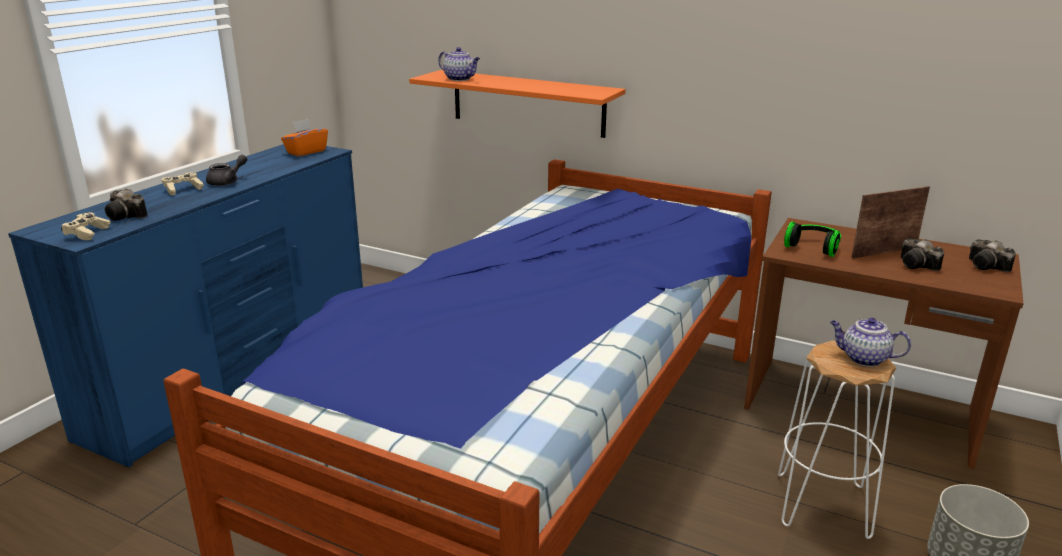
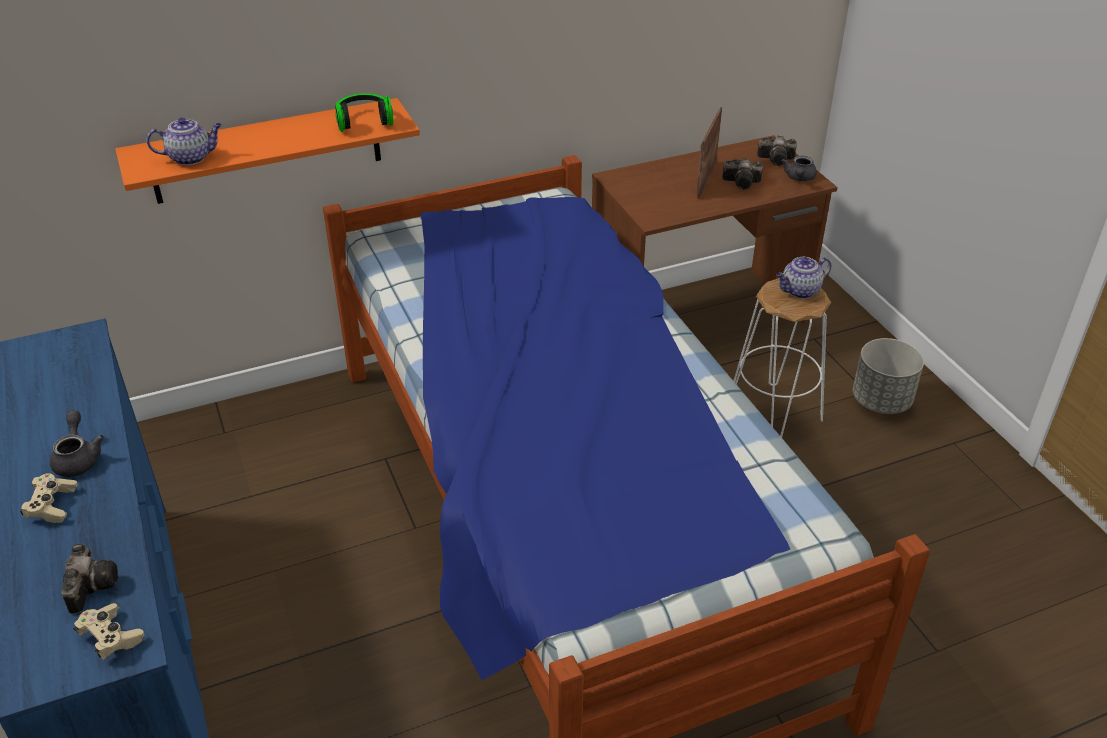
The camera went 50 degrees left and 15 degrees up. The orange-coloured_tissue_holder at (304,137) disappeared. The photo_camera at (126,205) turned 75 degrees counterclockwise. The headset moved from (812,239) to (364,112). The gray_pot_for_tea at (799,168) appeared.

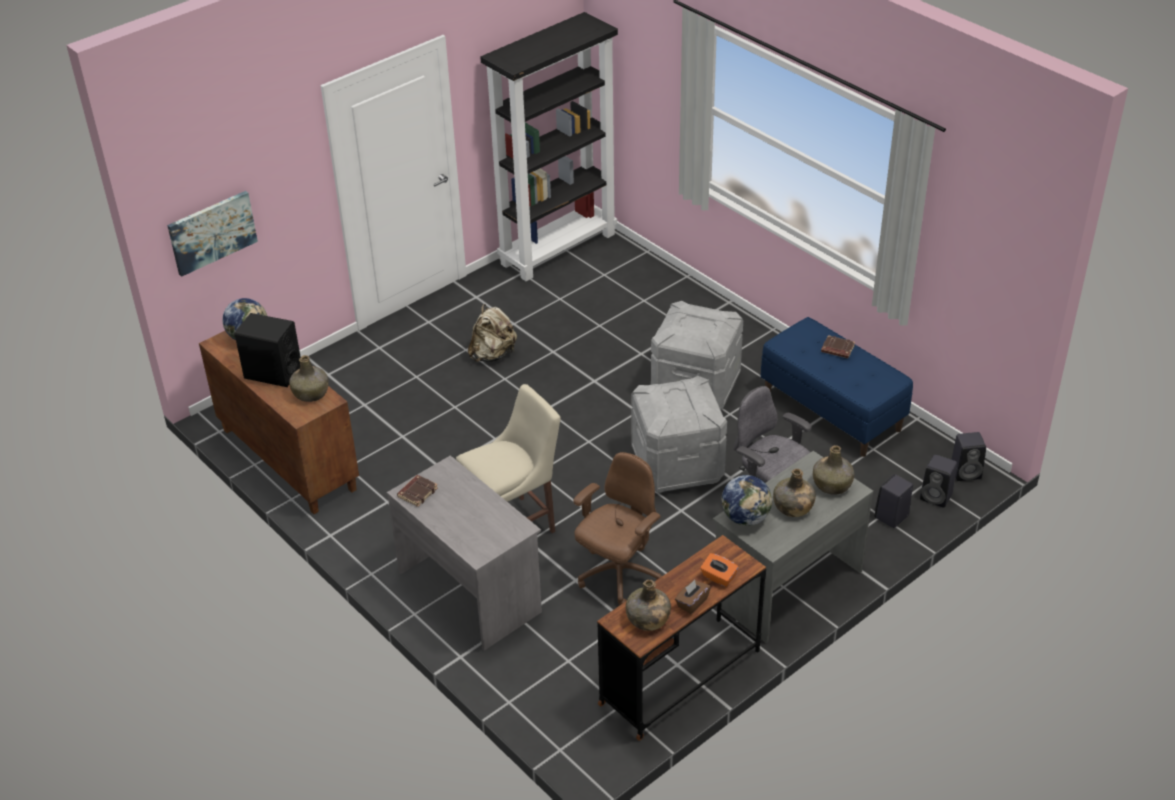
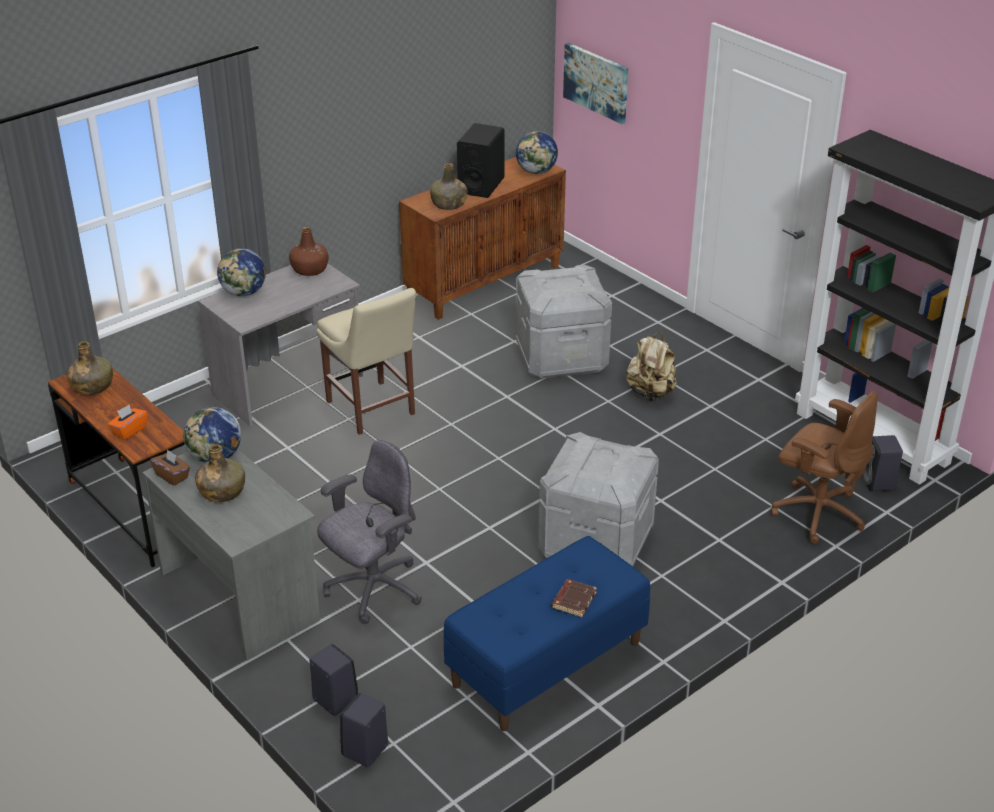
The camera went 90 degrees right and 5 degrees down. The gray_storage_container moved from (679,434) to (563,322). The blackish_audio_speaker moved from (968,456) to (882,463). The green-coloured_drink_bottle at (834,470) disappeared. The brownish_desk_chair moved from (617,528) to (824,467). The brownish_volume at (417,491) was replaced by the brownish_drink_bottle at (308,251). The brownish_tissue_holder moved from (693,597) to (170,467). The globe at (241,272) appeared.

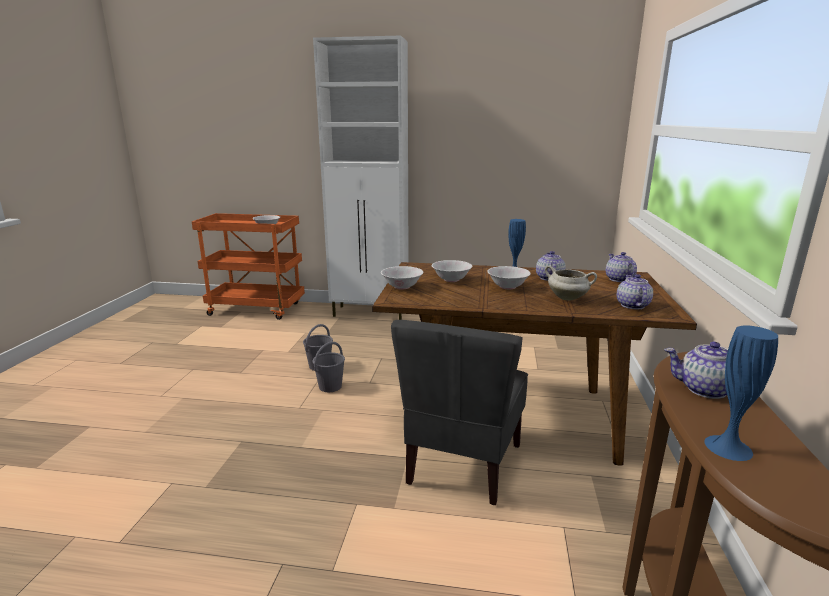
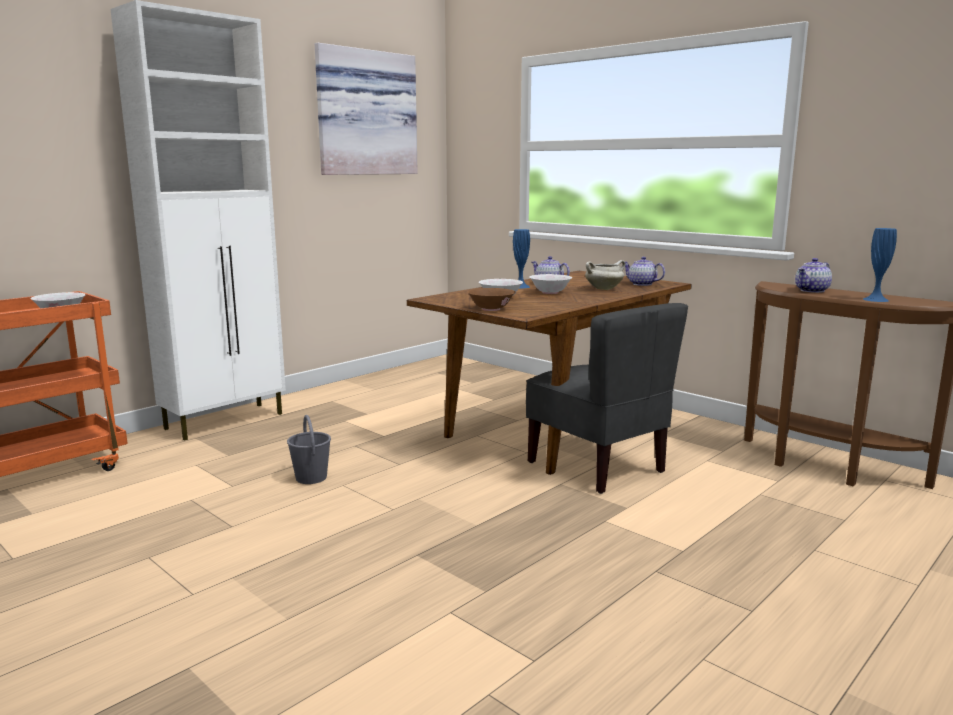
The camera went 55 degrees left and 5 degrees down. The pot_for_tea at (621,267) disappeared. The white-coloured_serving_bowl at (402,278) became the brownish_serving_bowl at (491,299). The gray_pail at (328,367) disappeared. The wall_picture at (366,109) appeared.

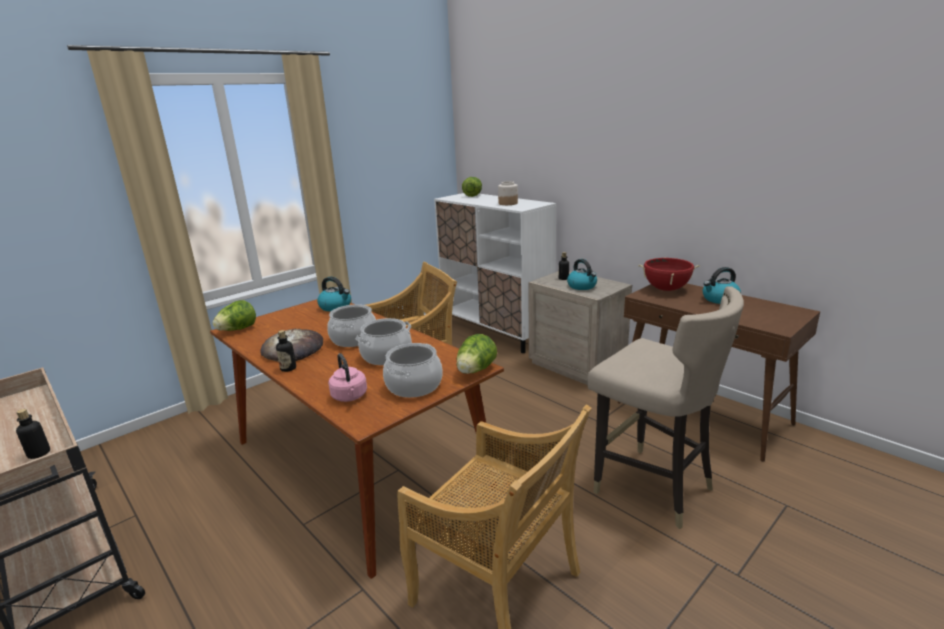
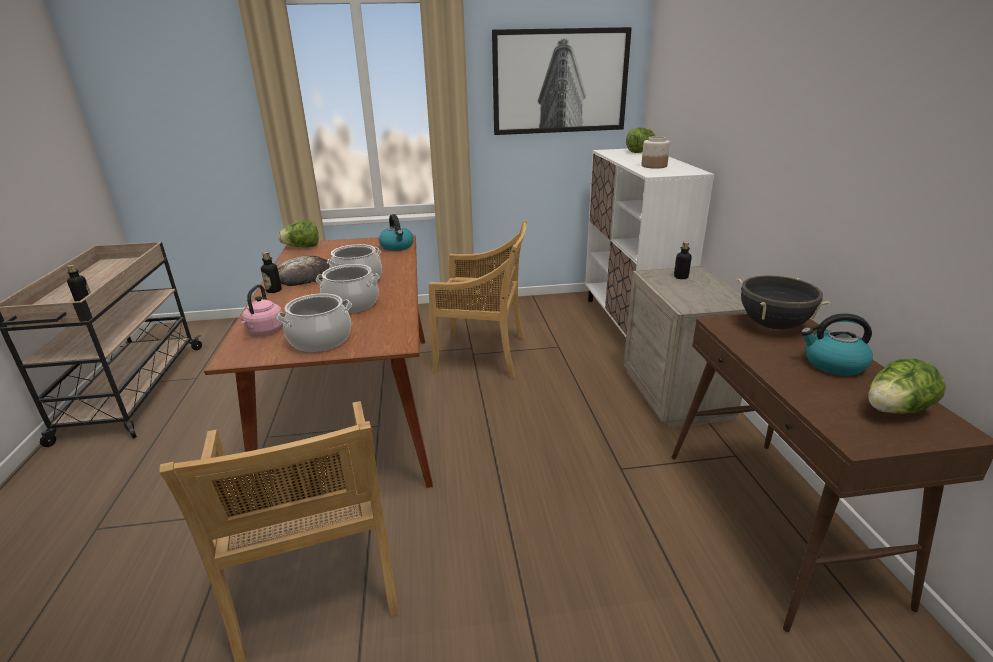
The camera went 35 degrees right and 5 degrees up. The red_stockpot at (669,274) became the blackish_stockpot at (783,302). The kettle at (582,274) disappeared. The beige_stool_seat at (665,407) disappeared. The head_of_lettuce moved from (477,354) to (907,386). The wall_picture at (562,81) appeared.

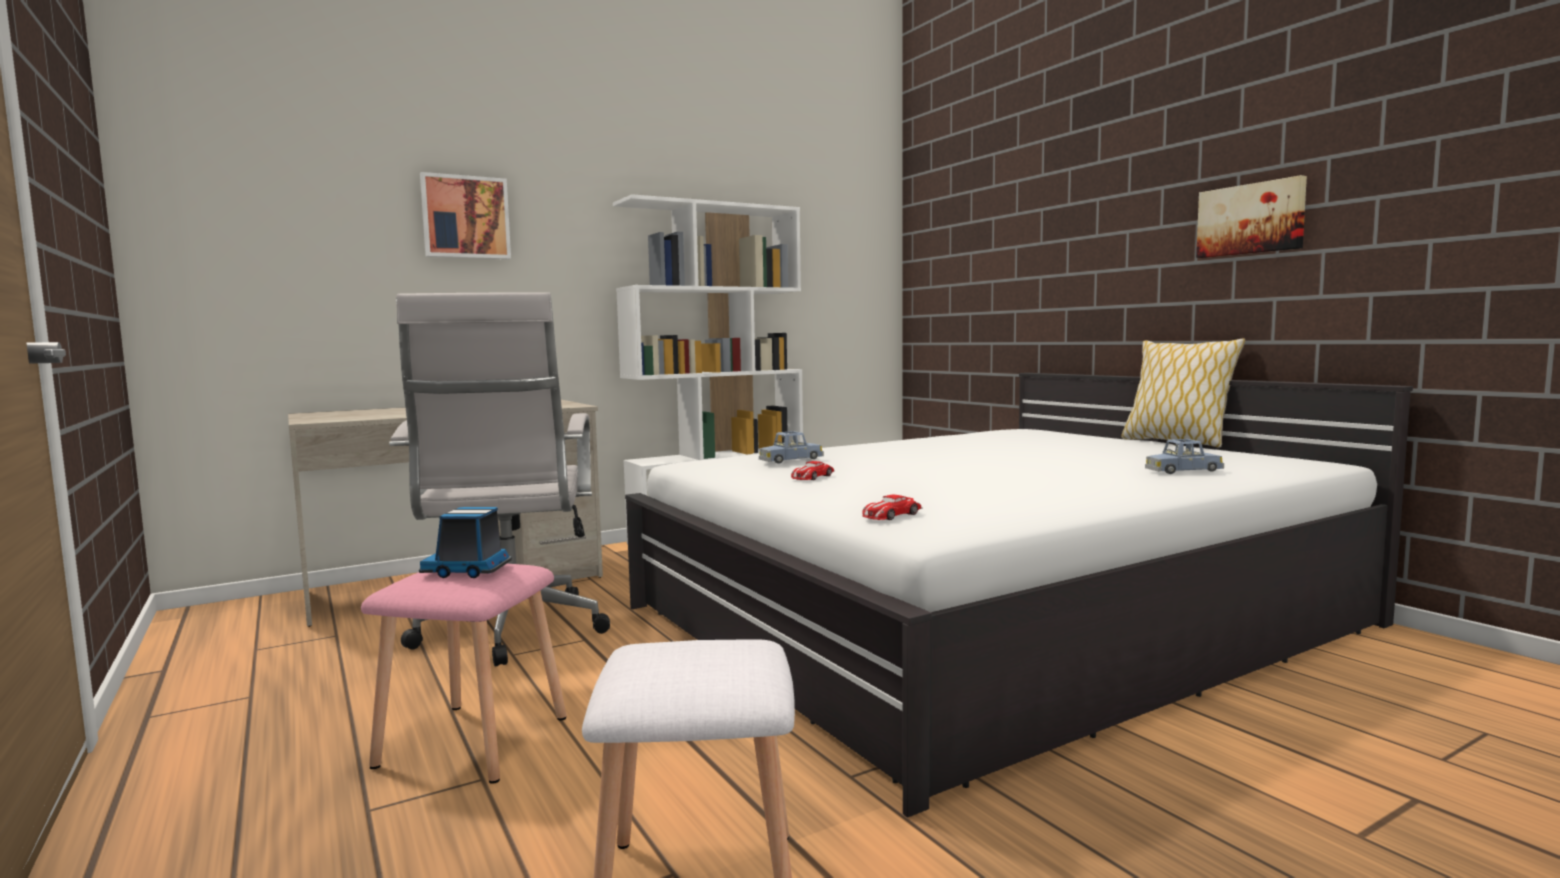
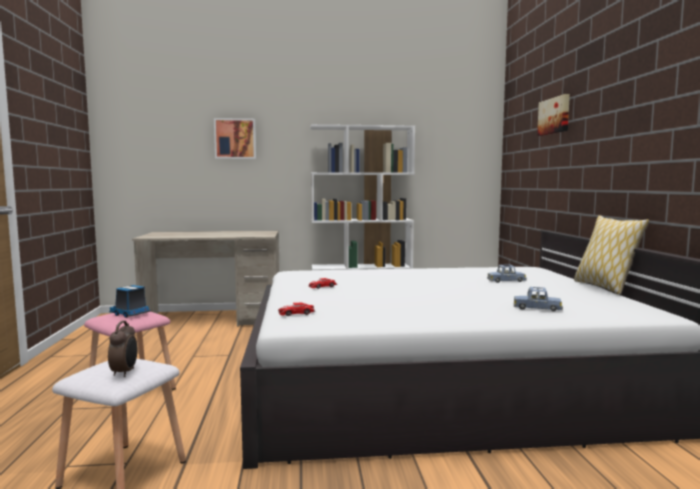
The camera went 25 degrees right and 0 degrees up. The wall_picture moved from (1251,216) to (553,115). The white-coloured_desk_chair at (499,479) disappeared. The blue-coloured_toy_car moved from (791,447) to (507,274). The bedside_clock at (122,349) appeared.

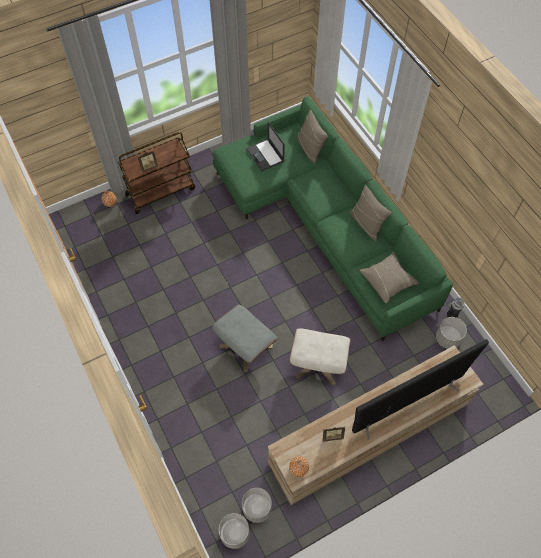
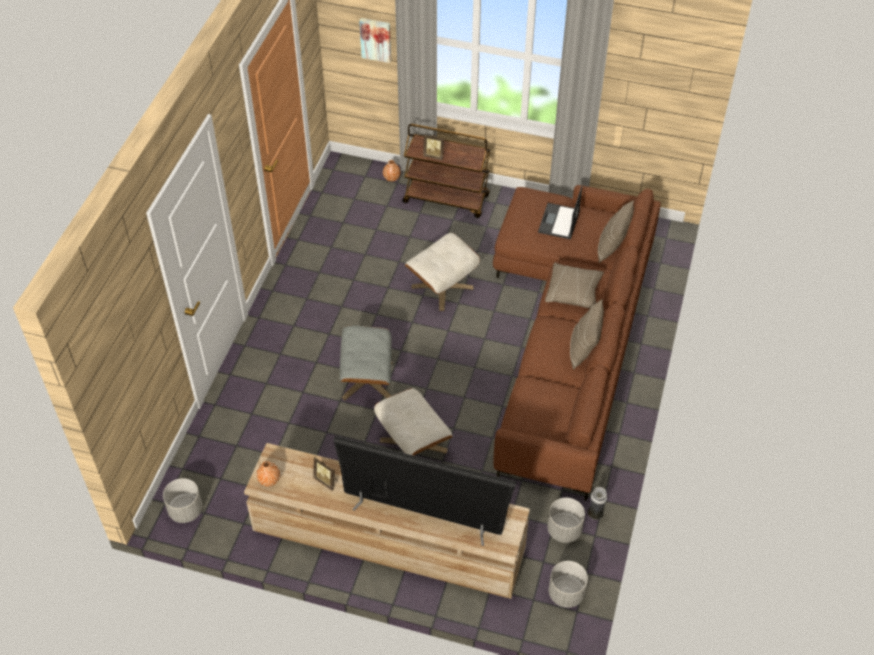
The camera went 45 degrees right and 10 degrees down. The green-coloured_sofa at (333,218) became the brownish_sofa at (577,343). The beige_throw_pillow moved from (389,277) to (574,285). The gray_flower_pot moved from (257,505) to (568,584). The wall_picture at (375,40) appeared. The beige_footrest at (442,272) appeared.

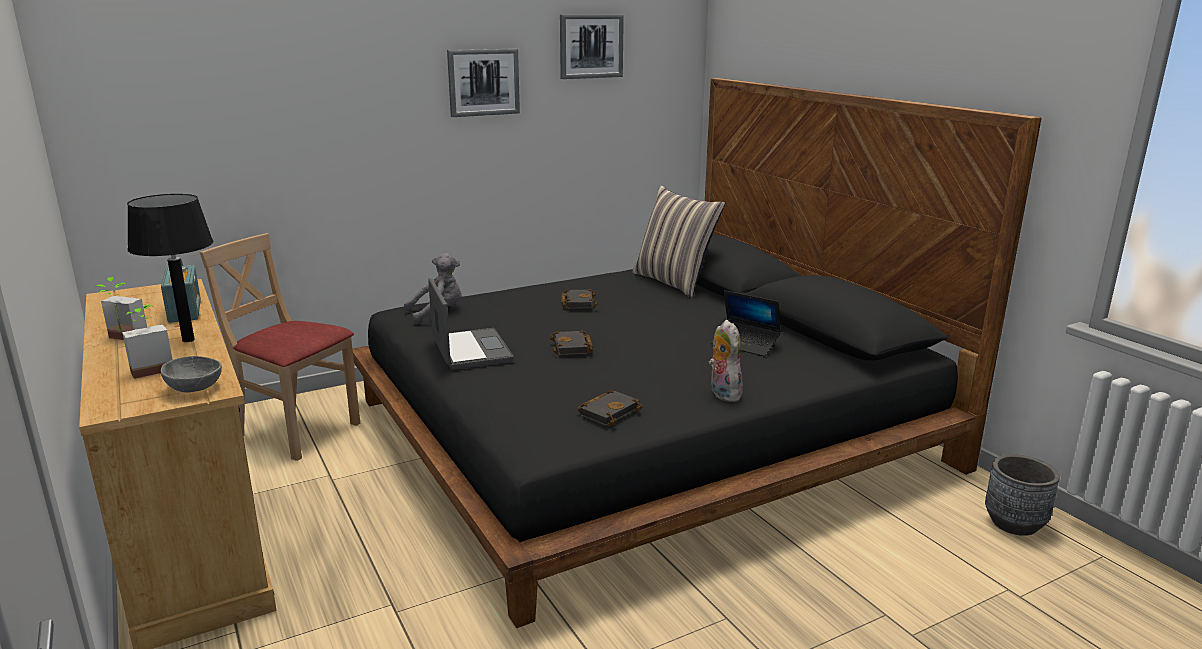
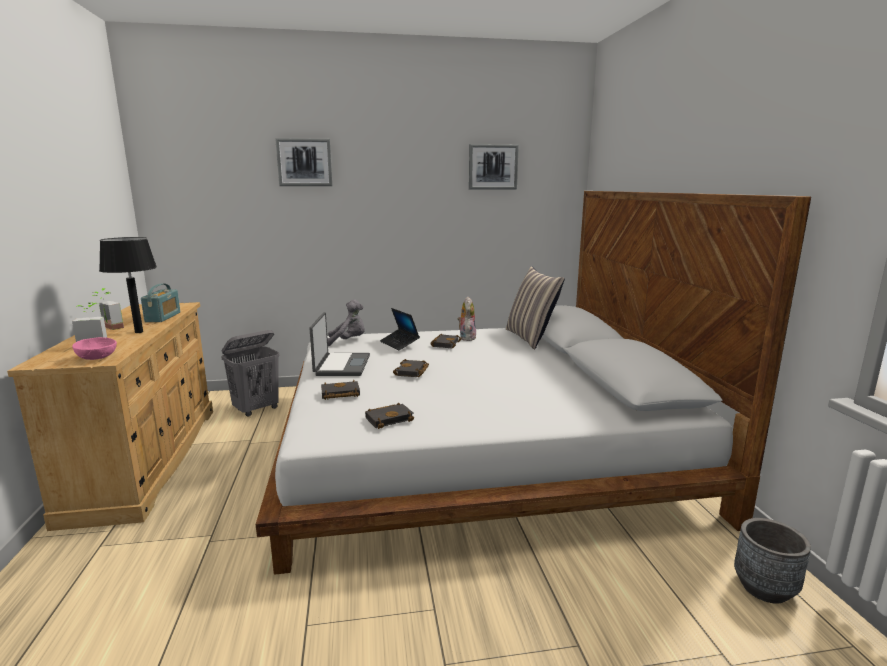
The camera went 20 degrees right and 5 degrees down. The wall_picture moved from (483,83) to (304,162). The blackish_sleeping_bed at (697,353) became the white-coloured_sleeping_bed at (533,383). The beige_plain_chair at (280,347) was replaced by the gray_hamper at (250,373). The notebook_computer moved from (746,323) to (400,329). The plush_toy moved from (726,361) to (466,319). The gray_serving_bowl at (191,374) became the pinkish_serving_bowl at (94,348). The blackish_volume at (340,390) appeared.

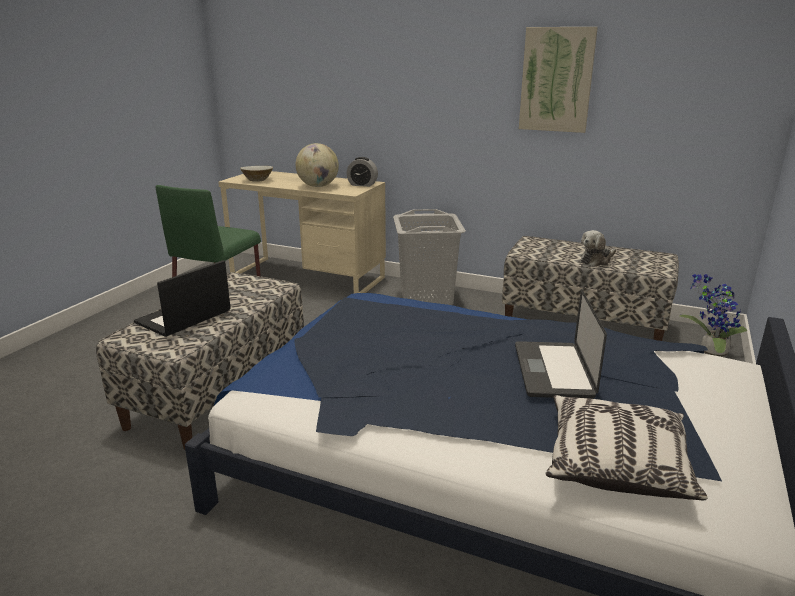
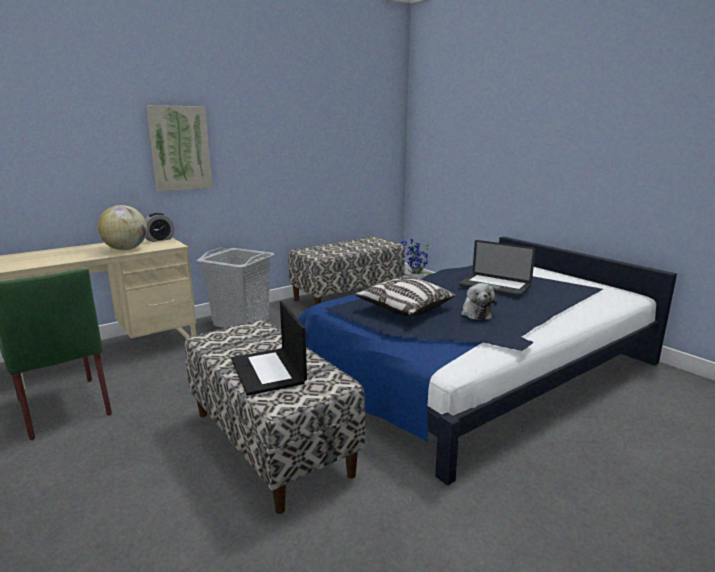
The camera went 60 degrees left and 5 degrees down. The wall_picture moved from (558,80) to (179,148). The beige_serving_bowl at (256,174) disappeared. The plush_toy moved from (598,248) to (479,301). The throw_pillow moved from (626,447) to (405,296).

